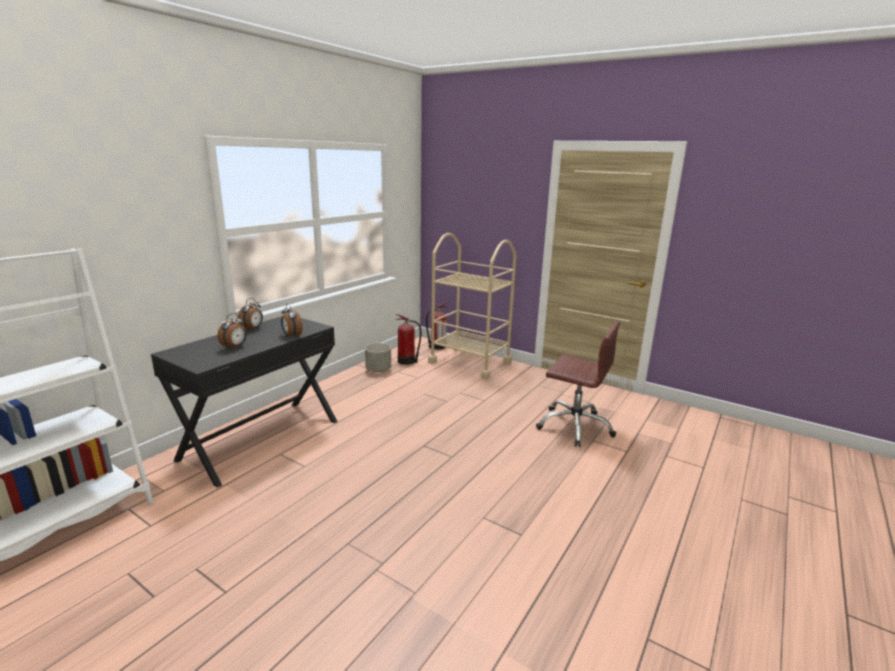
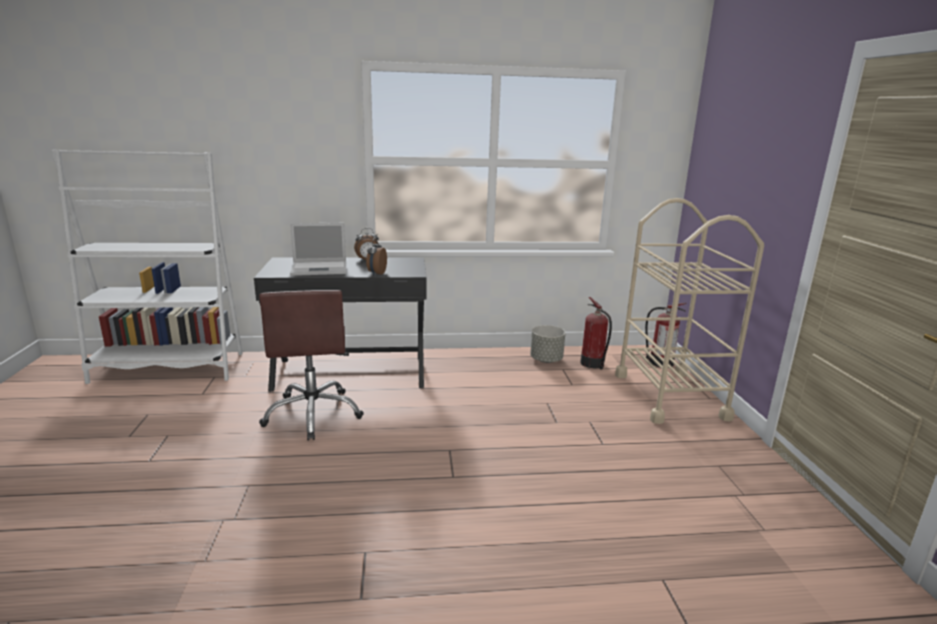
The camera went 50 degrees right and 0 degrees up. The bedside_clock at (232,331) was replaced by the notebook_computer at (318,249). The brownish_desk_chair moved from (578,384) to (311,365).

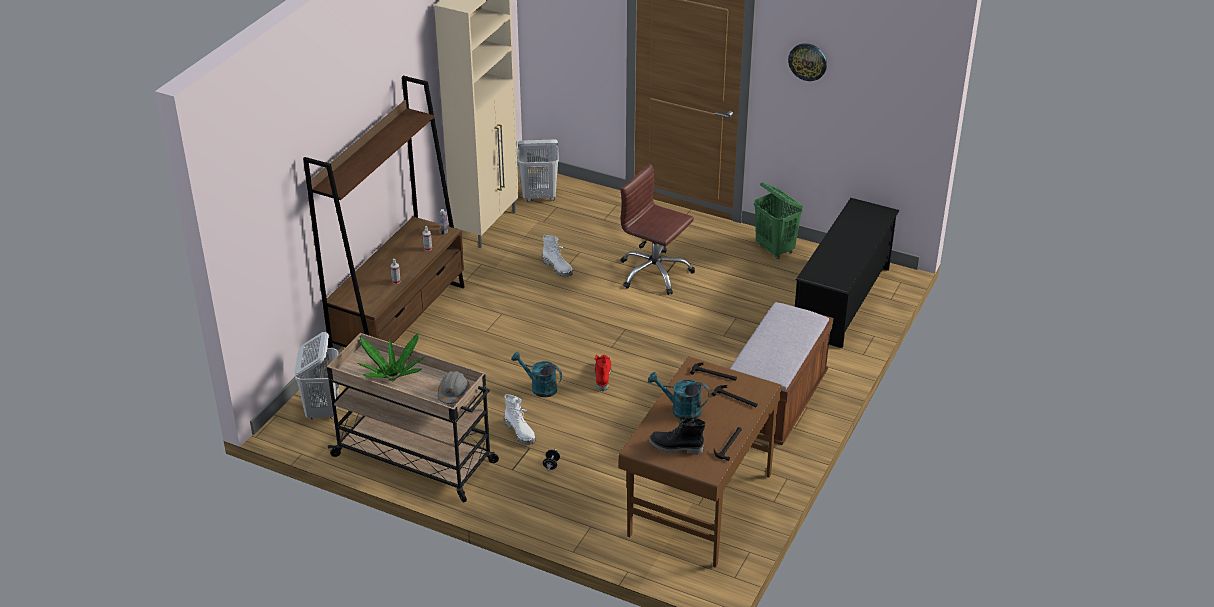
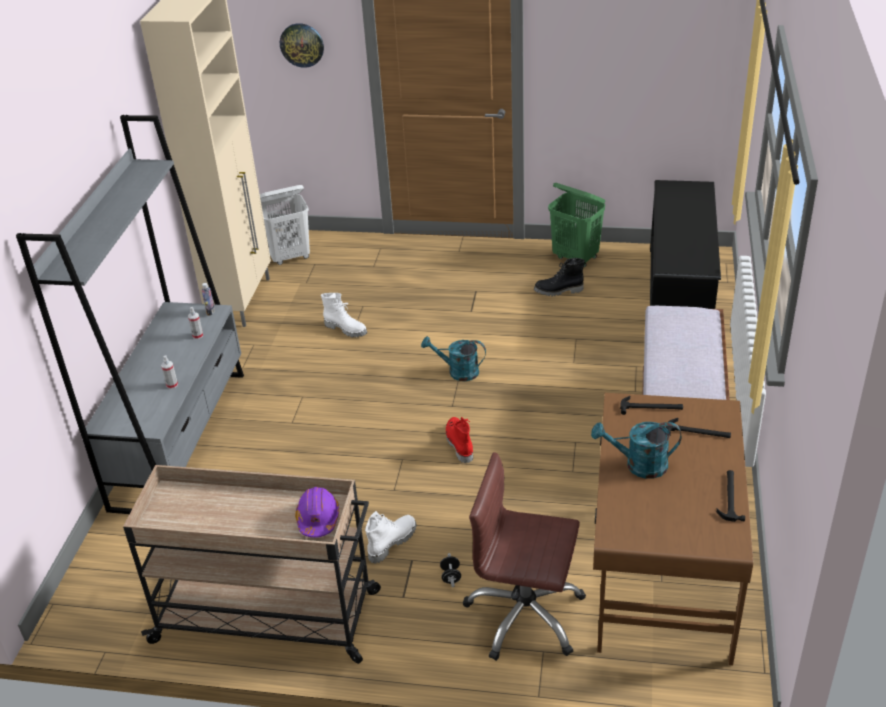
The camera went 15 degrees left and 0 degrees up. The clock_on_the_wall moved from (807,62) to (302,45). The brownish_bookcase at (383,212) became the gray_bookcase at (130,314). The brownish_desk_chair moved from (657,229) to (524,556). The white-coloured_hamper at (317,375) disappeared. The potted_plant at (391,357) disappeared. The turquoise_watering_can moved from (536,374) to (453,358). The gray_work_helmet at (453,387) became the purple-coloured_work_helmet at (317,512). The white-coloured_high-top_boot at (519,419) turned 90 degrees counterclockwise. The blackish_high-top_boot moved from (677,436) to (559,277).

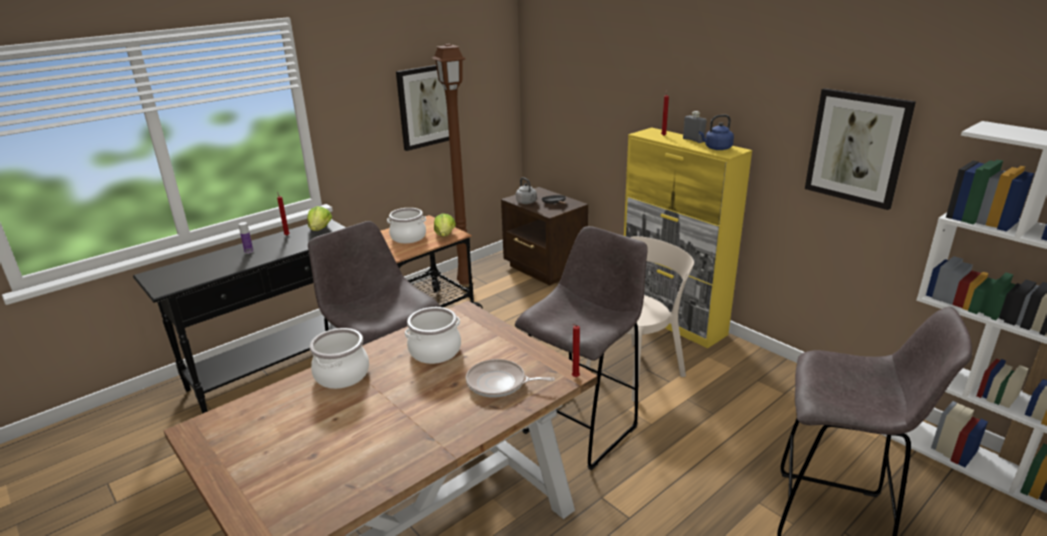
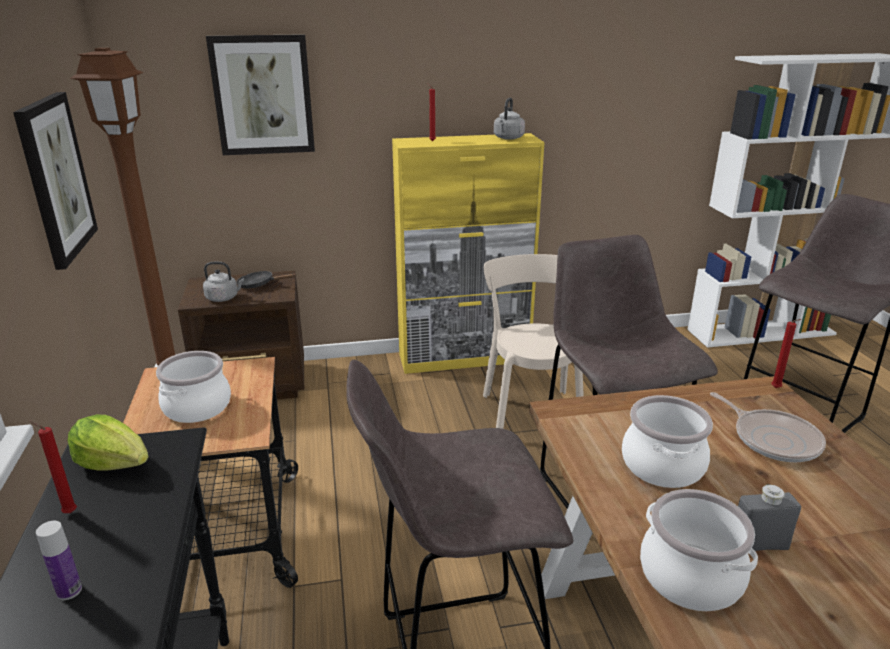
The camera went 60 degrees left and 0 degrees up. The wall_picture moved from (860,149) to (260,94). The gray_drink_bottle moved from (695,127) to (769,517). The blue-coloured_kettle at (716,132) became the gray_kettle at (509,119). The head_of_lettuce at (445,225) disappeared. The frying_pan at (510,378) turned 75 degrees counterclockwise.

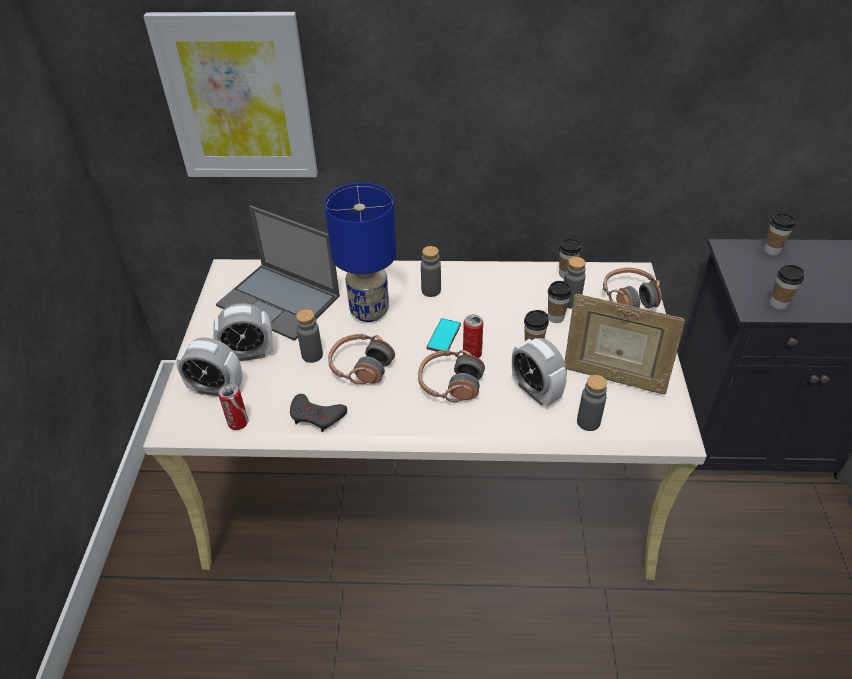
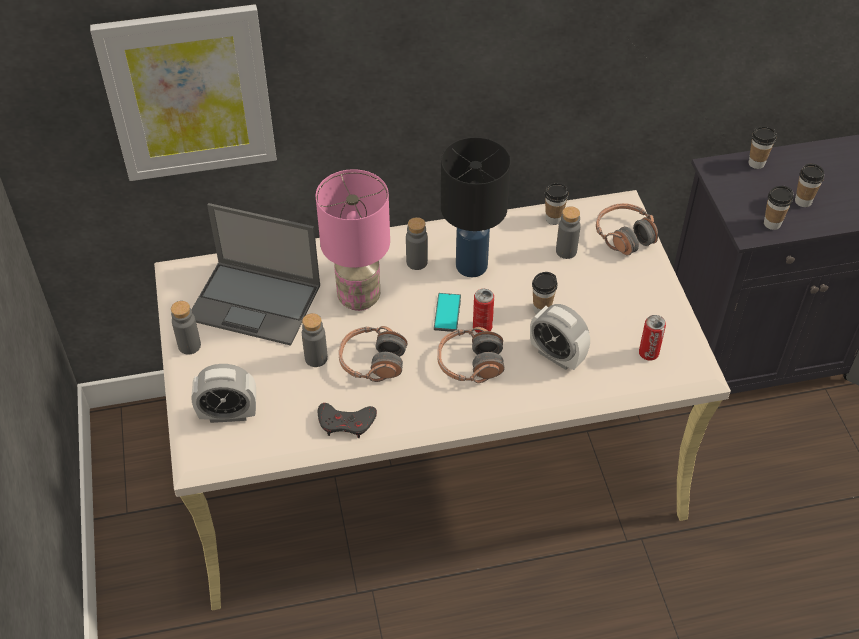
The camera went 15 degrees left and 5 degrees up. The blue-coloured_lamp_for_a_table at (360,252) became the pinkish_lamp_for_a_table at (352,240). The cup moved from (559,302) to (809,185). The standing_frame at (625,344) disappeared. The bedside_clock at (243,332) disappeared. The gray_drink_bottle moved from (592,403) to (186,328). The sealed_can moved from (233,406) to (652,338). The blackish_lamp_for_a_table at (476,207) appeared.

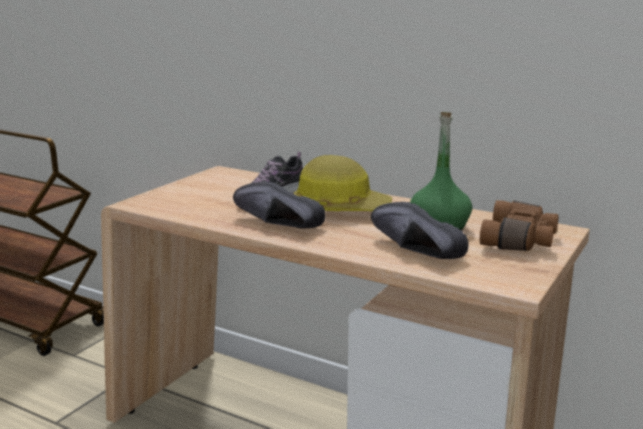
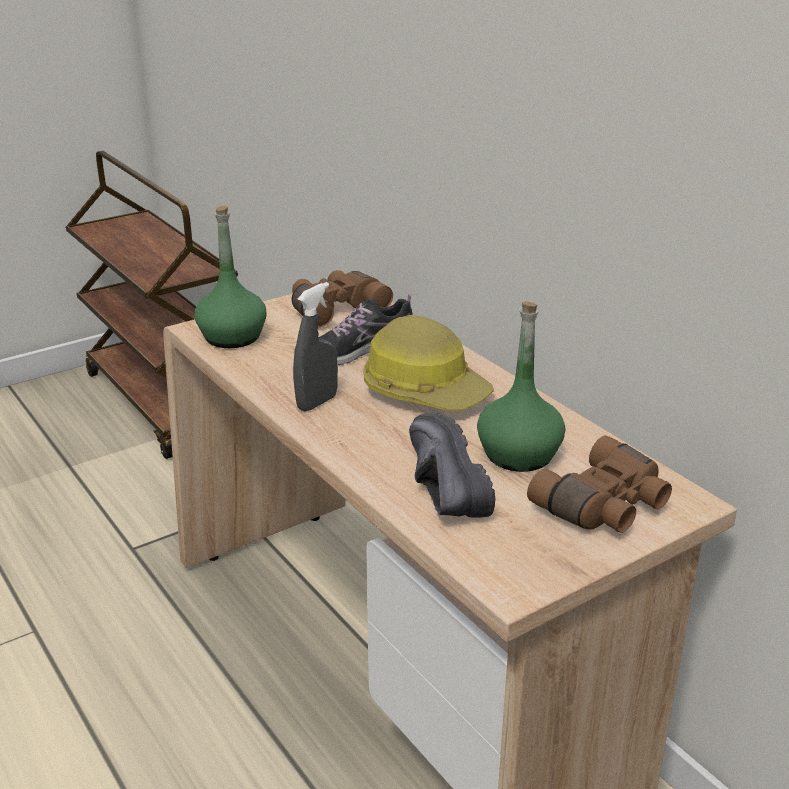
The camera went 25 degrees right and 10 degrees up. The blackish_item_of_footwear at (279,204) was replaced by the gray_spray_bottle at (315,346). The green-coloured_drink_bottle at (231,277) appeared. The brownish_field_glasses at (342,298) appeared.

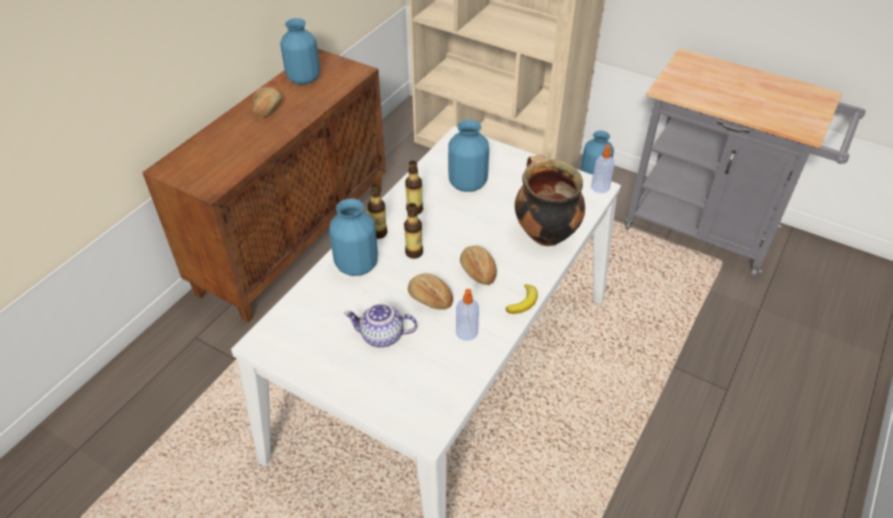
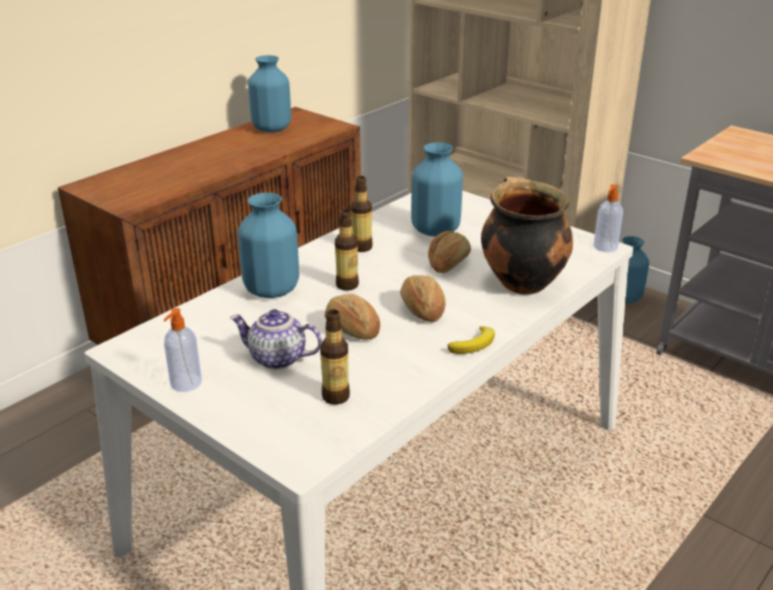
The camera went 10 degrees right and 15 degrees down. The baked_bread moved from (266,102) to (449,252). The drink_bottle moved from (377,211) to (335,357). The soap_bottle moved from (467,315) to (183,350).

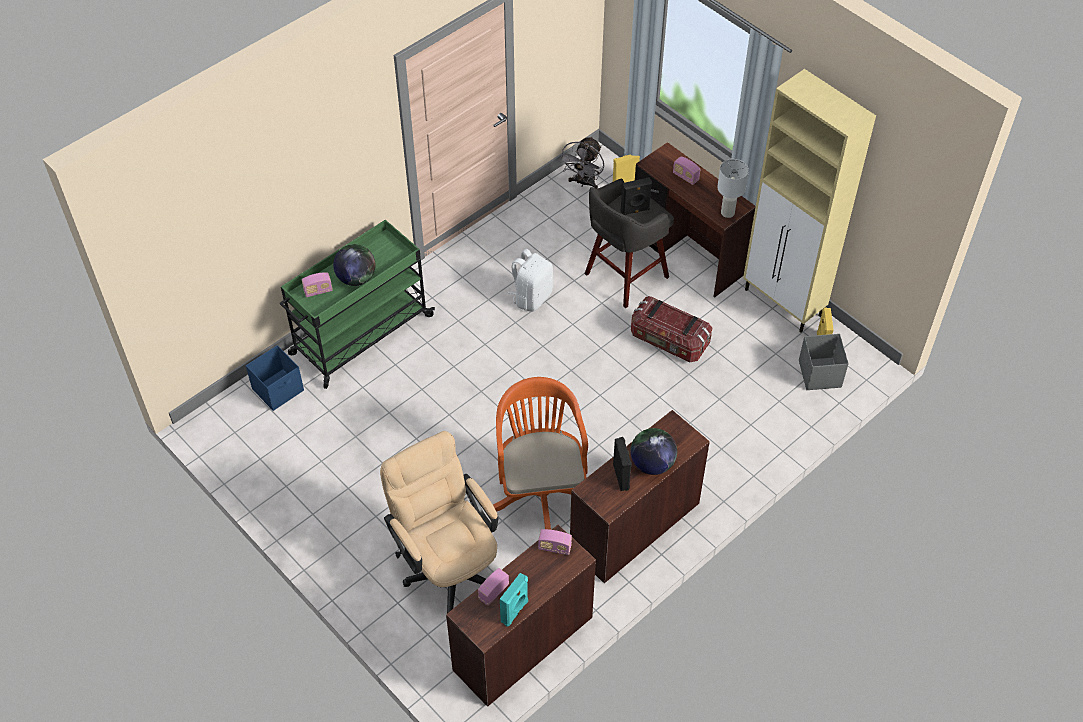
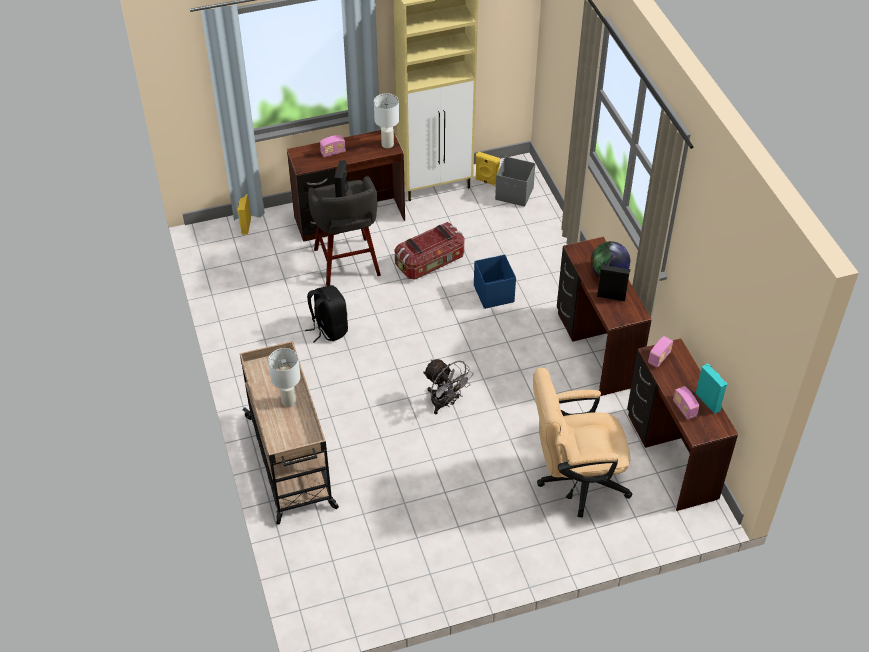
The camera went 65 degrees left and 5 degrees down. The gray_fan moved from (581,163) to (448,386). The green-coloured_wheeled_cart at (357,304) became the beige_wheeled_cart at (289,432). The globe at (354,265) was replaced by the white-coloured_lamp_for_a_table at (284,377). The white-coloured_knapsack at (530,280) became the blackish_knapsack at (326,313). The radio at (317,284) disappeared. The blue-coloured_storage_container moved from (275,378) to (495,281). The orange-coloured_desk_chair at (540,453) disappeared.

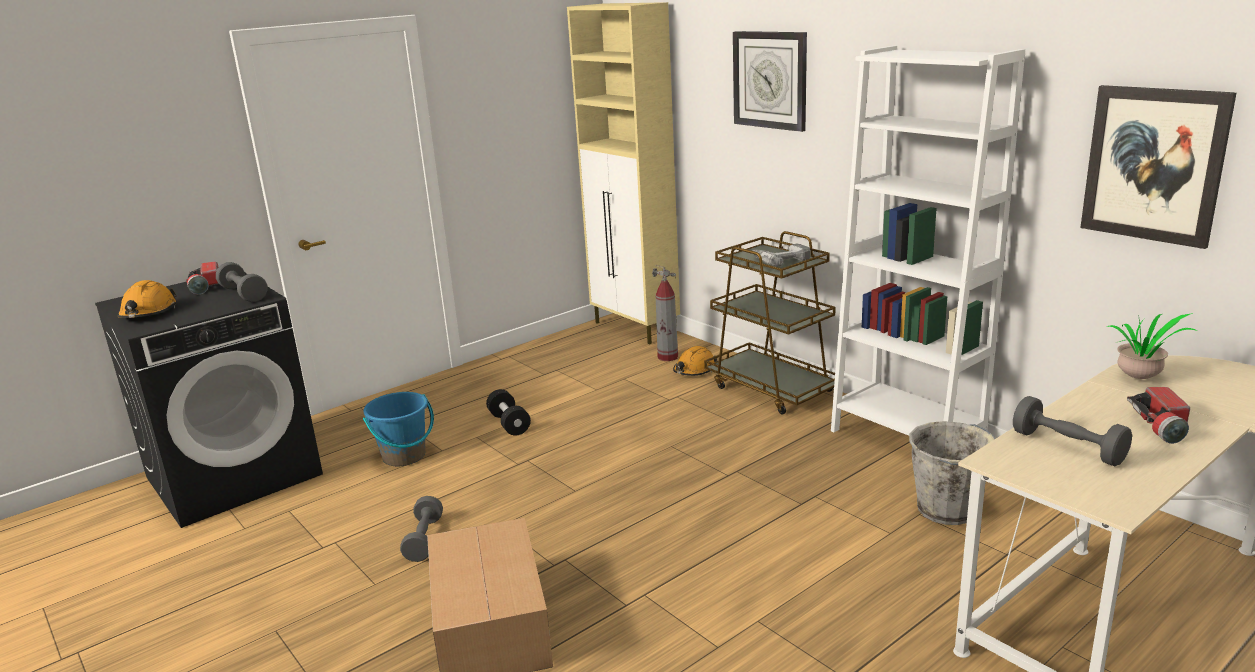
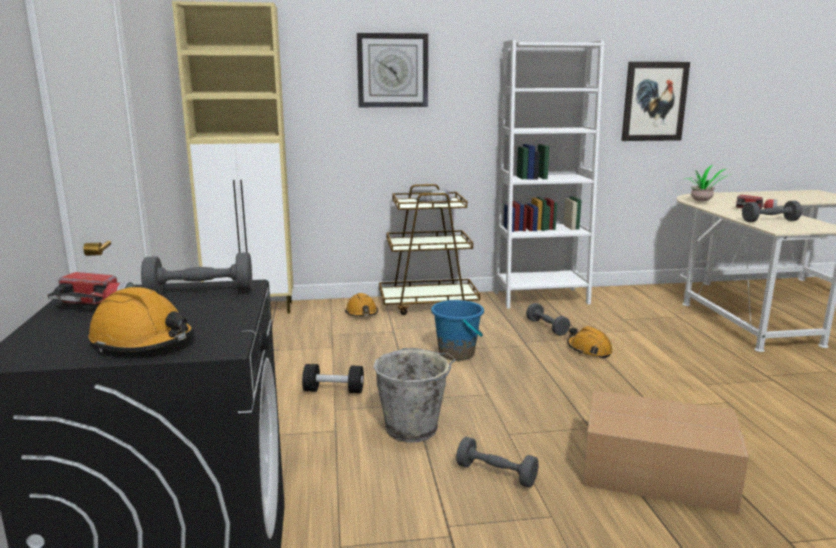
The camera went 60 degrees left and 5 degrees down. The extinguisher at (665,313) disappeared. The blue-coloured_pail moved from (398,429) to (457,330). The gray_pail moved from (952,473) to (414,395). The gray_hand_weight at (548,319) appeared. The orange-coloured_work_helmet at (590,342) appeared.

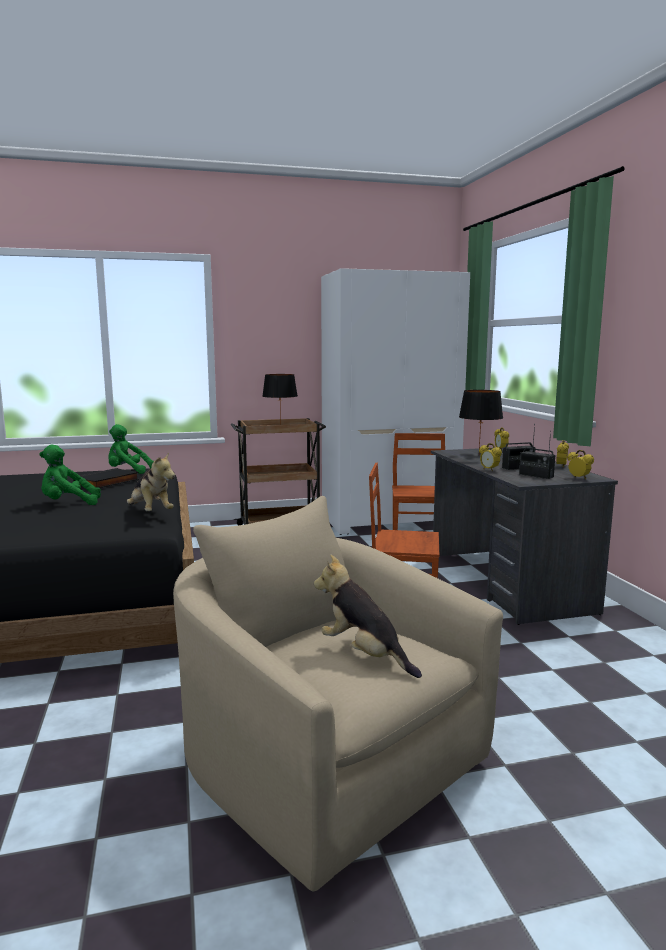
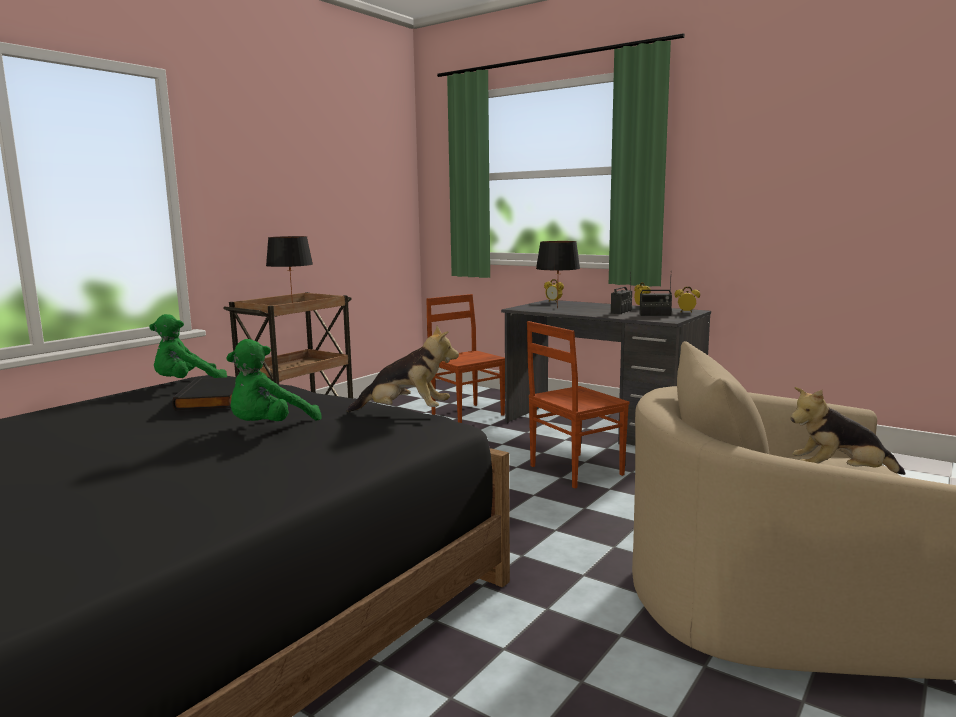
The camera went 40 degrees left and 0 degrees up. The white-coloured_clothes_cupboard at (395,401) disappeared. The bedside_clock at (490,457) disappeared.

